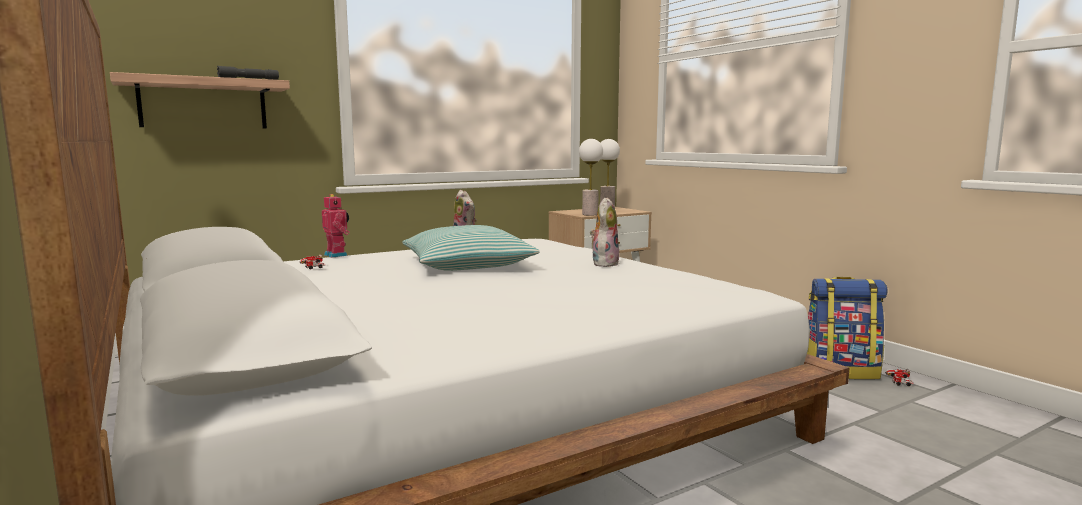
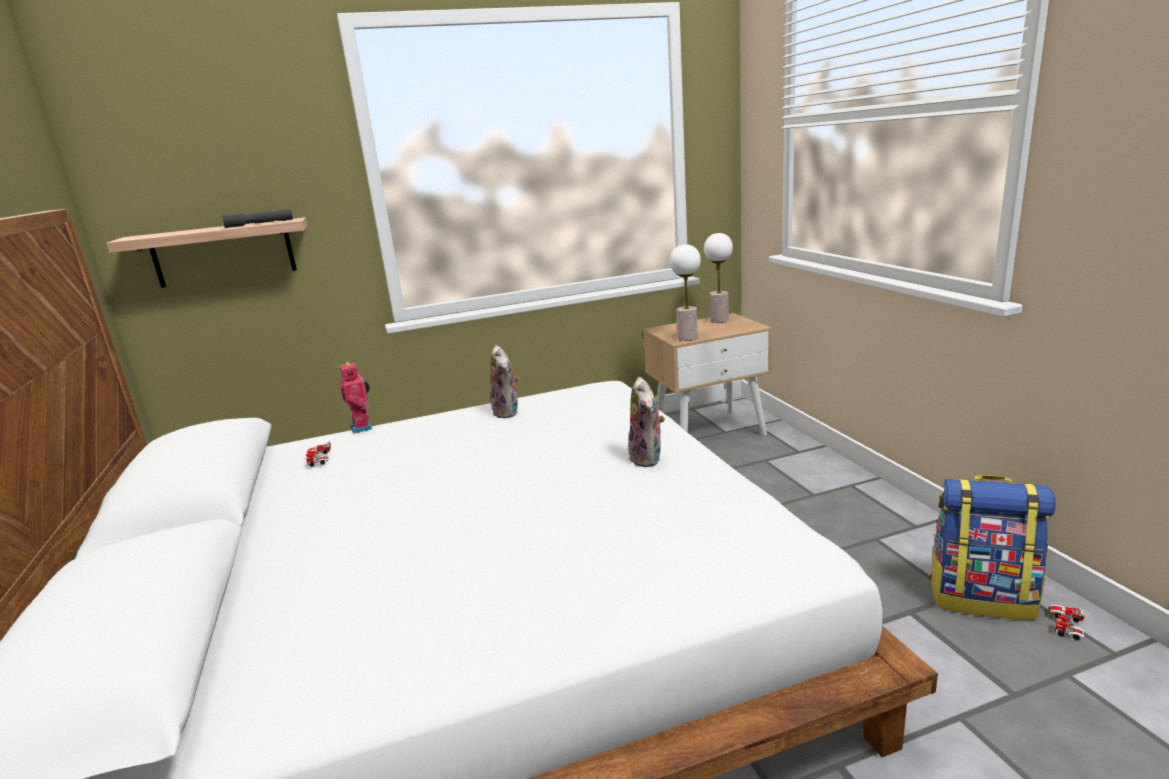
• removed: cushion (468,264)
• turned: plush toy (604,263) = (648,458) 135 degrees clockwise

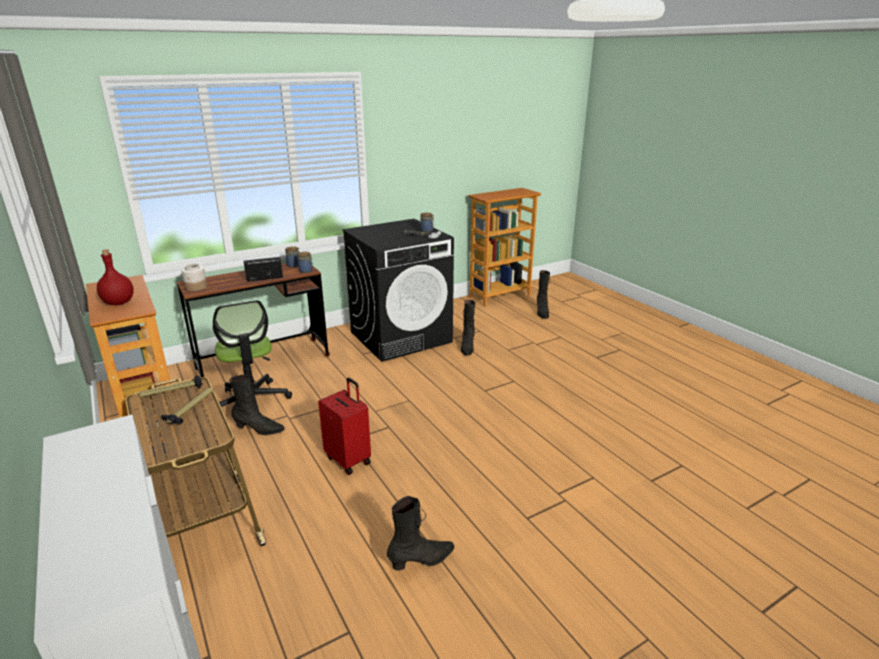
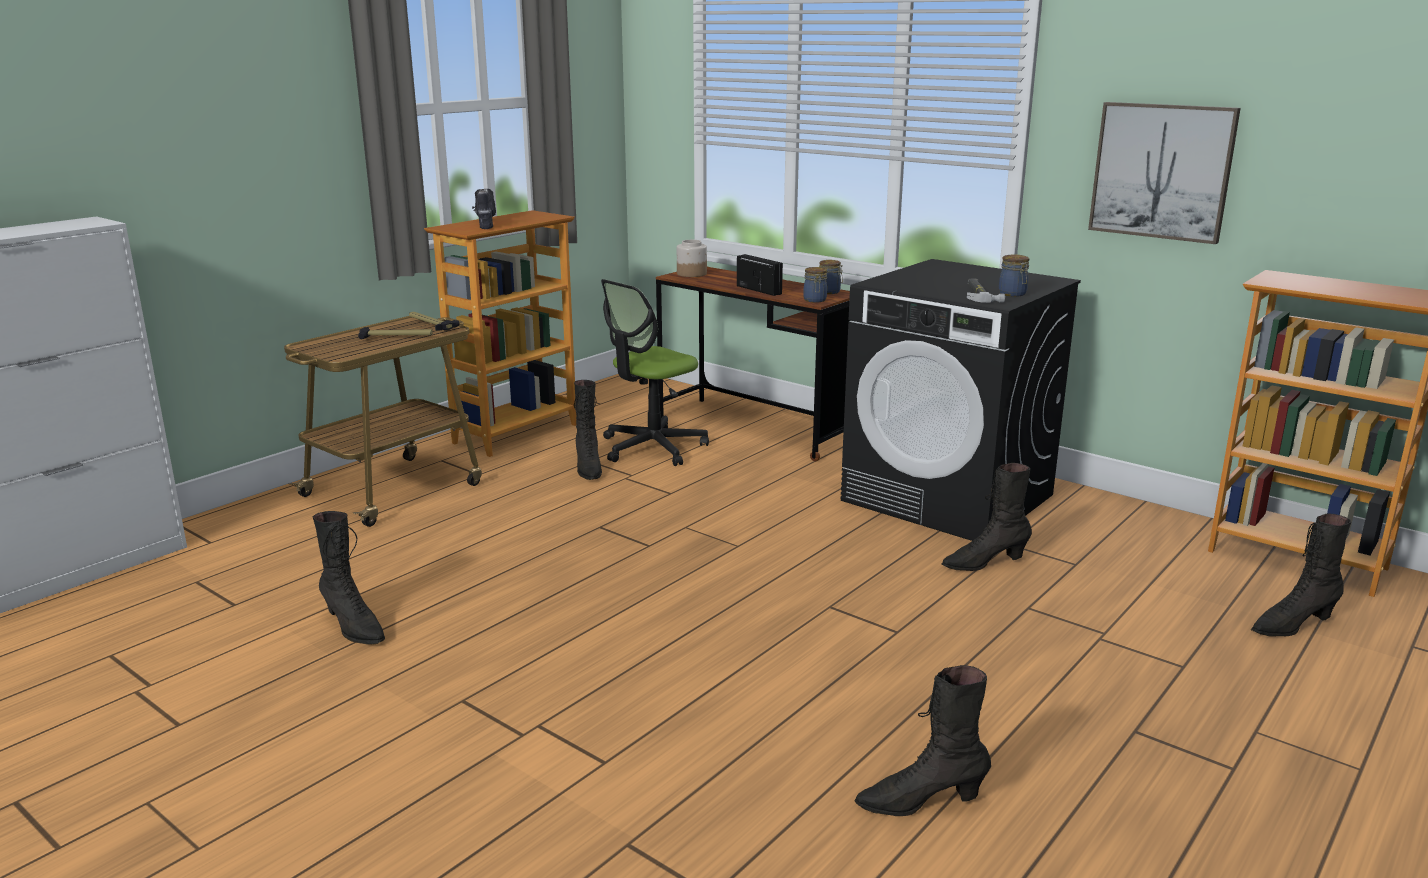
• removed: travel case/red (349,459)
• added: high-top boot/black-coloured (920,802)
• added: picture (1162,171)
• replaced: beverage bottle/red (119,303) to power drill (484,224)

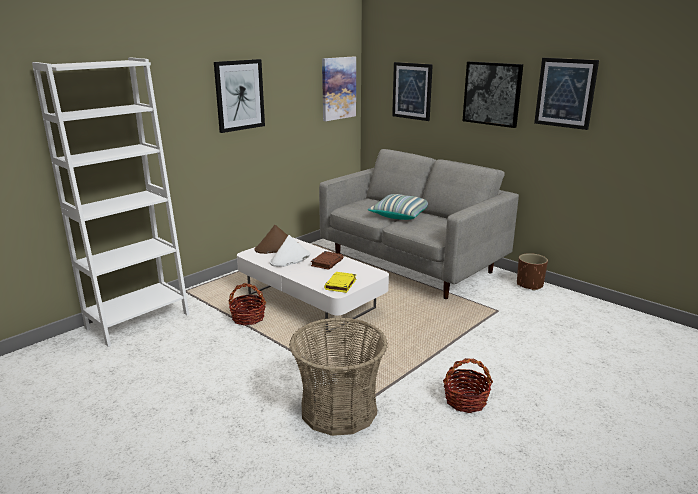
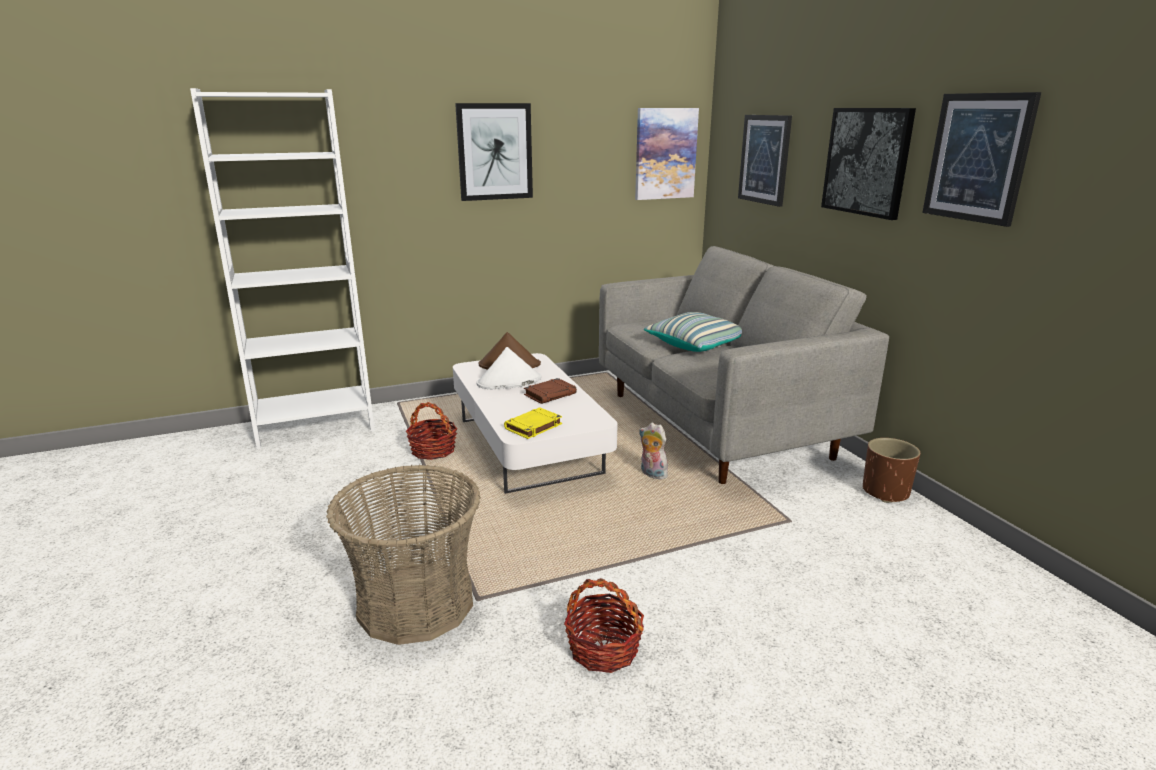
• added: plush toy (651,474)

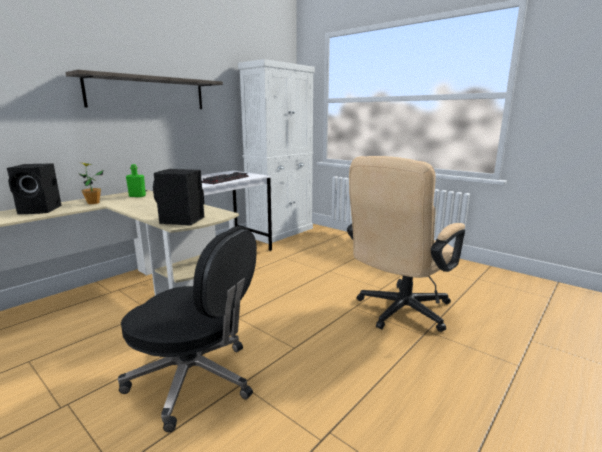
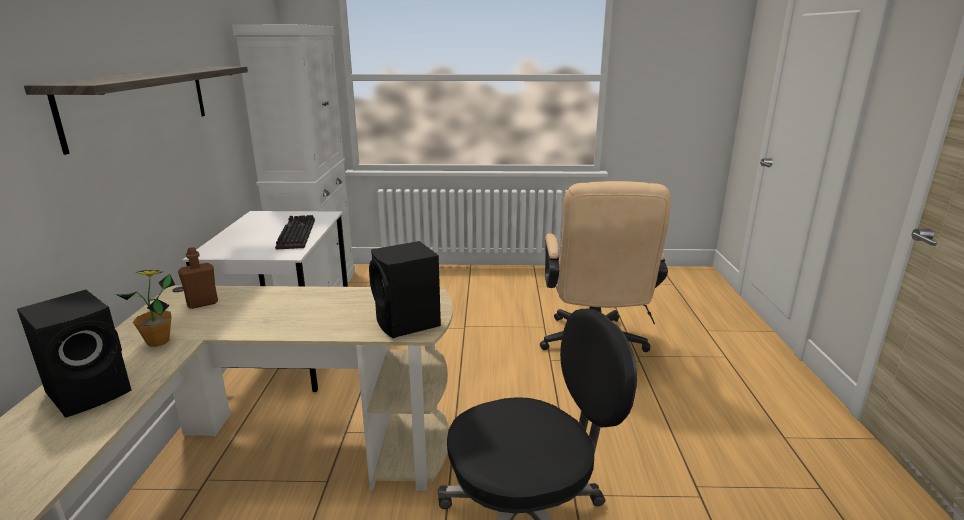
• recoloured: beverage bottle/greenish (137,196) to beverage bottle/brown-coloured (202,303)

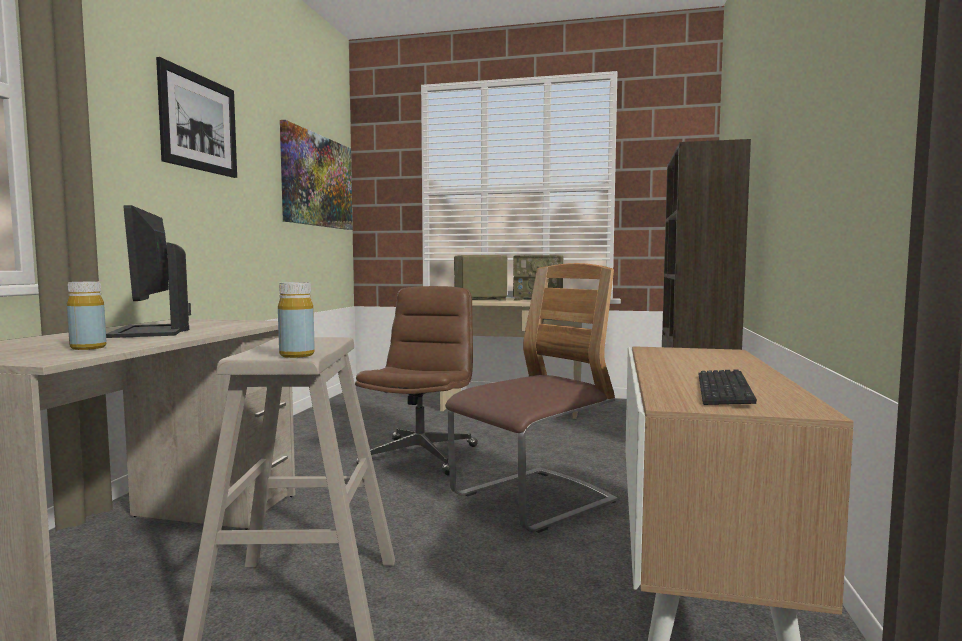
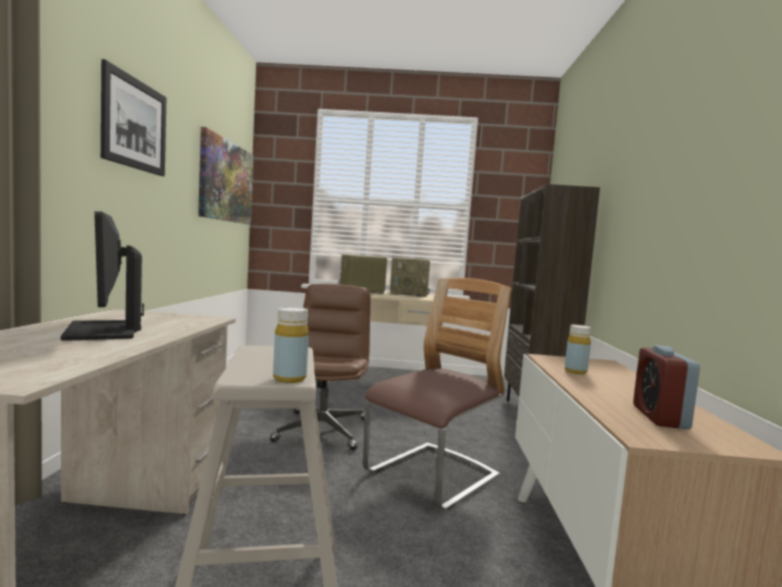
• moved: beverage bottle/yellowish (88,348) to (575,371)
• replaced: PC keyboard (723,390) to table clock (659,417)

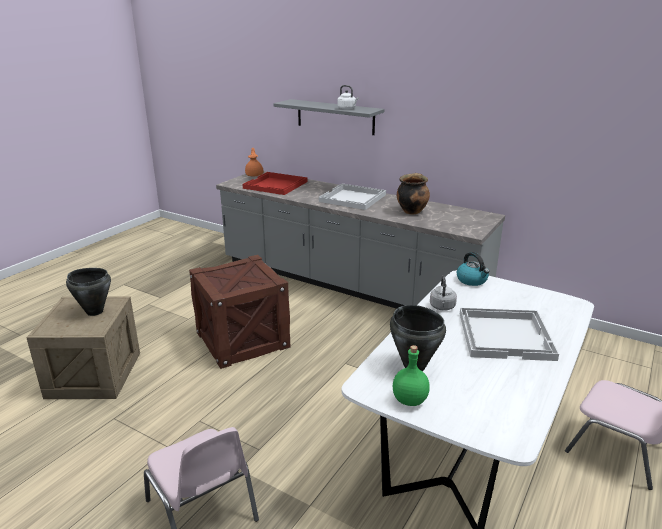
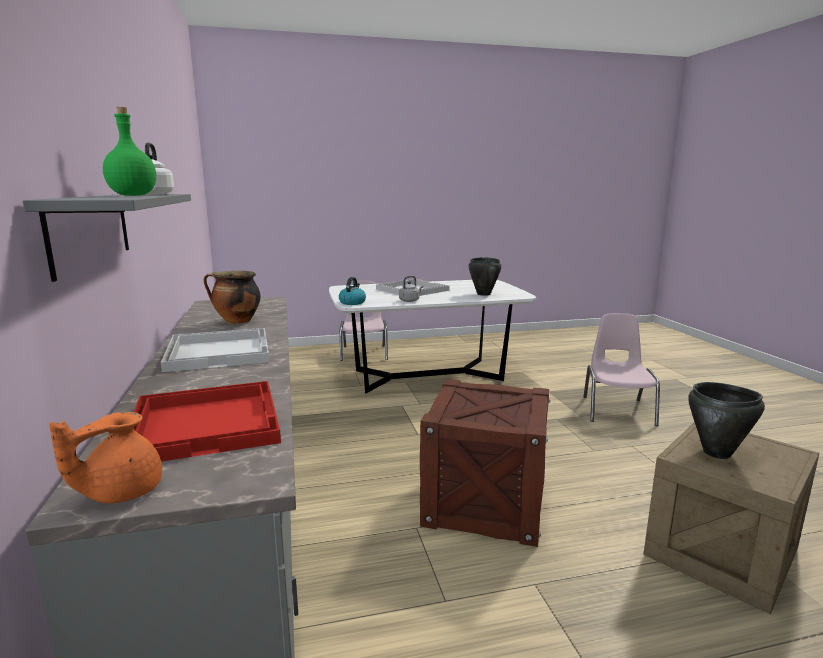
• moved: beverage bottle/greenish (409,400) to (134,195)

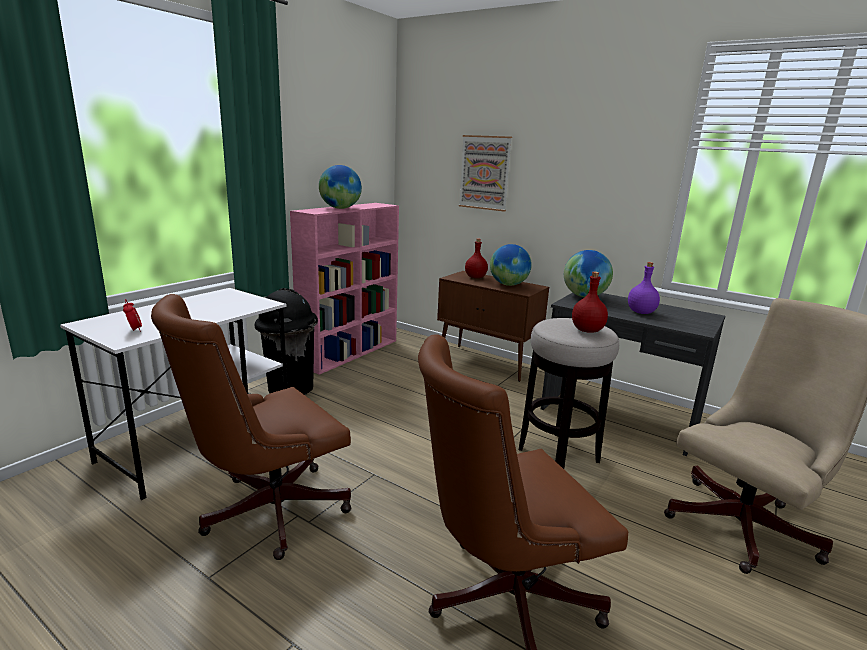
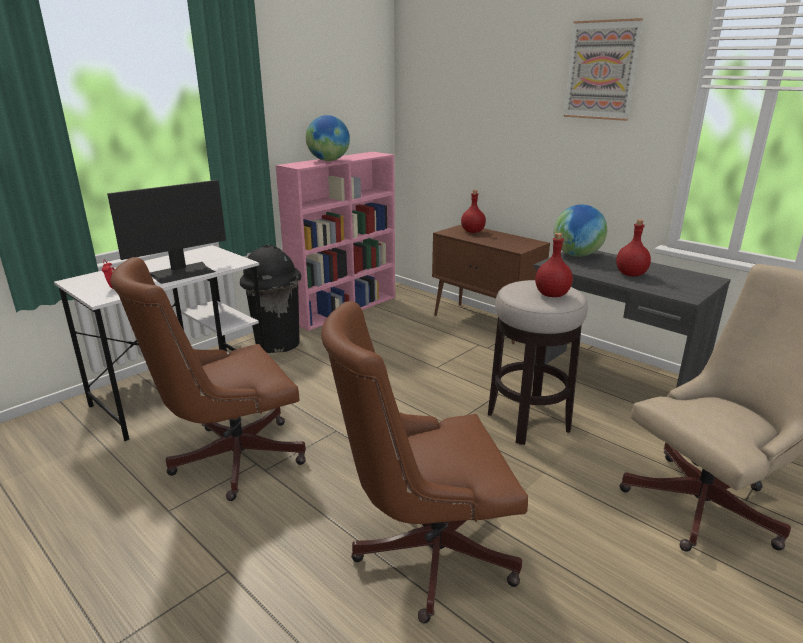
• removed: desk globe (508,285)
• added: monitor (182,272)
• moved: picture (485,173) to (601,70)
• recoloured: beverage bottle/purplish (641,312) to beverage bottle/red (630,274)

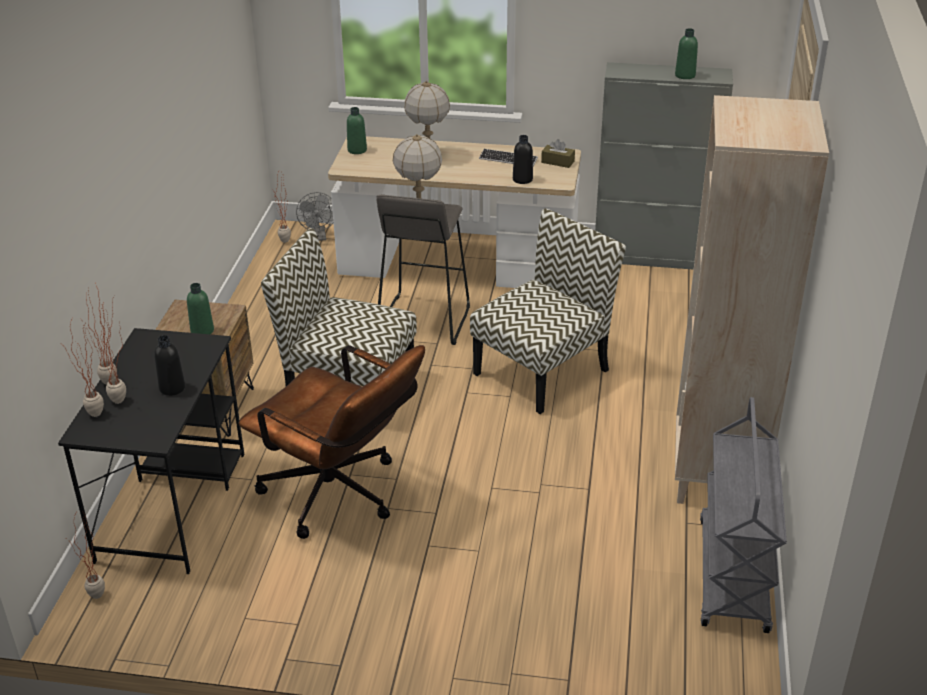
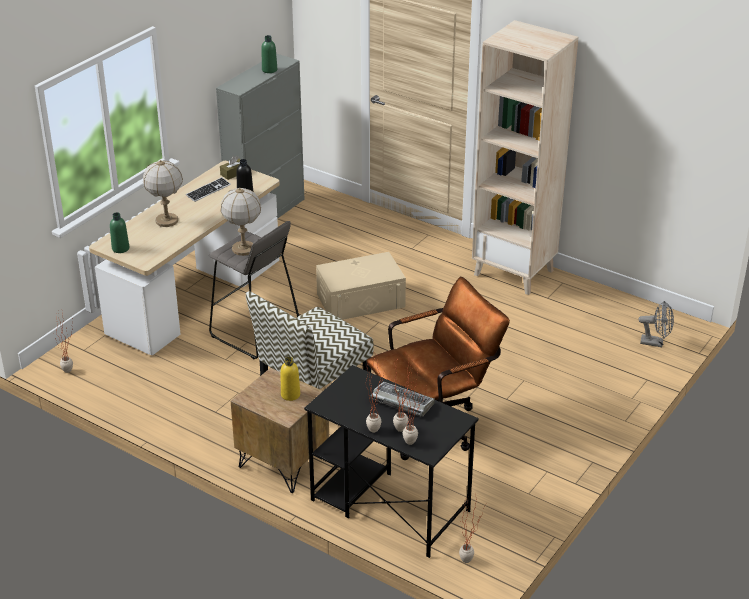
• removed: wheeled cart/gray (733,576)
• moved: electric fan/gray (319,237) to (655,342)
• replaced: beverage bottle/black-coloured (172,388) to PC keyboard (401,402)
• replaced: chair (542,370) to storage bin/beige-coloured (360,300)
• recoloured: beverage bottle/greenish (202,331) to beverage bottle/yellowish (290,395)

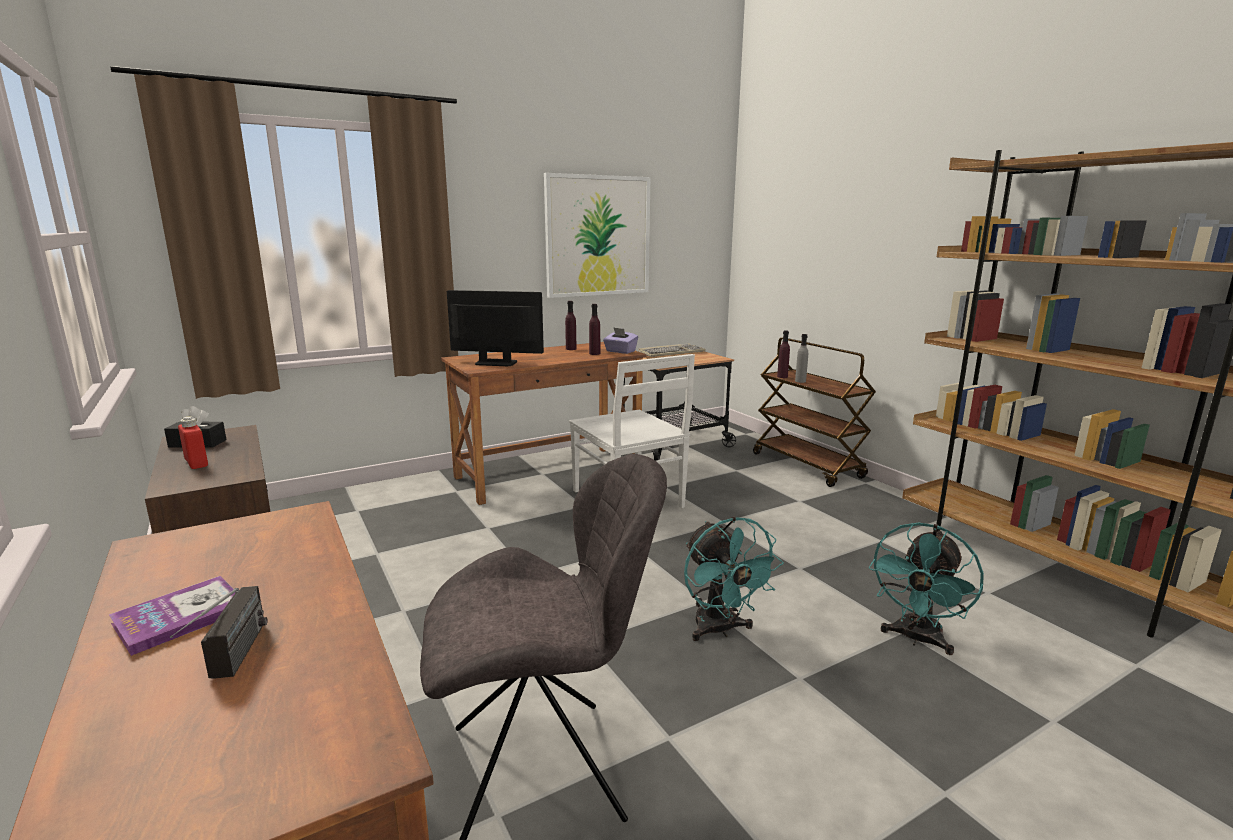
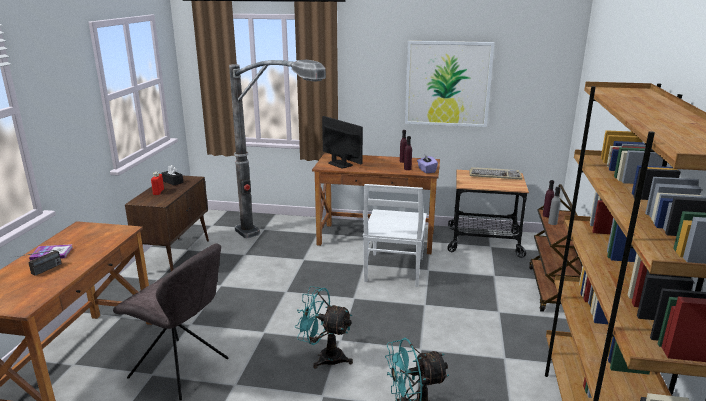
• added: standing lamp (279,256)
• turned: electric fan/turquoise (720,630) = (324,357) 90 degrees clockwise

